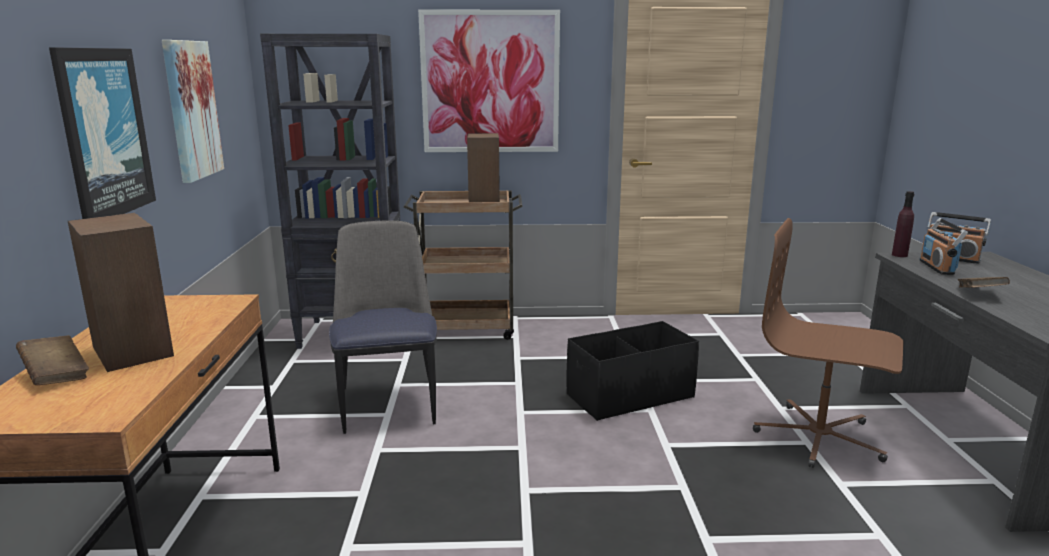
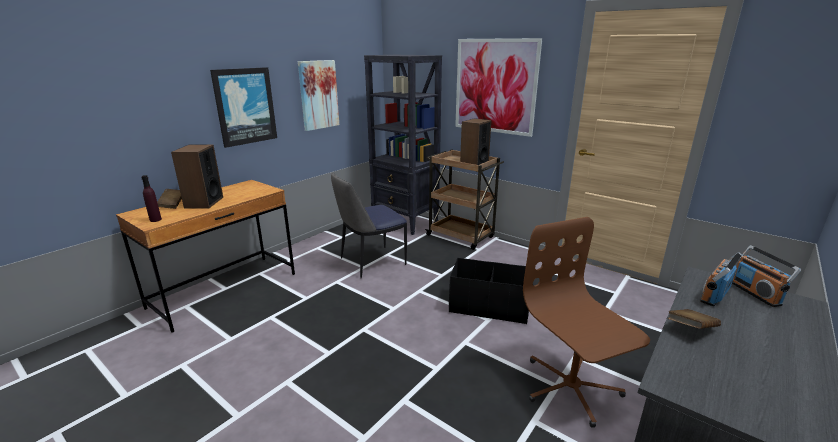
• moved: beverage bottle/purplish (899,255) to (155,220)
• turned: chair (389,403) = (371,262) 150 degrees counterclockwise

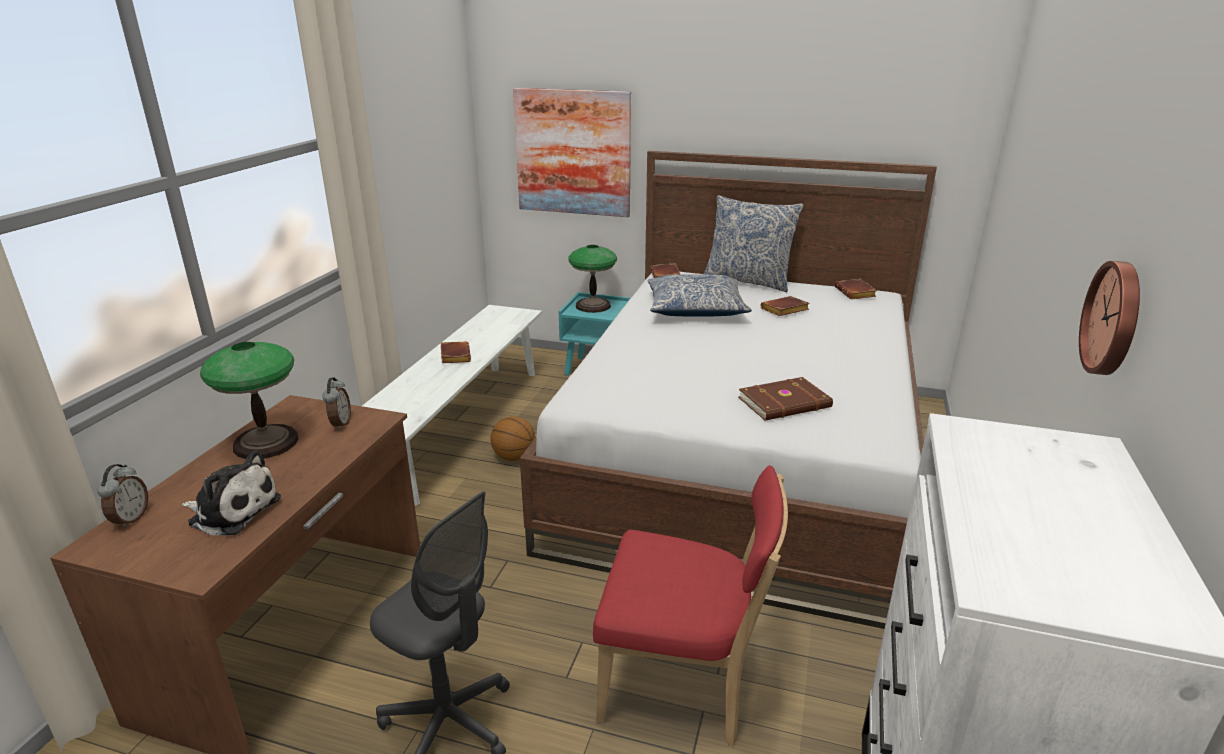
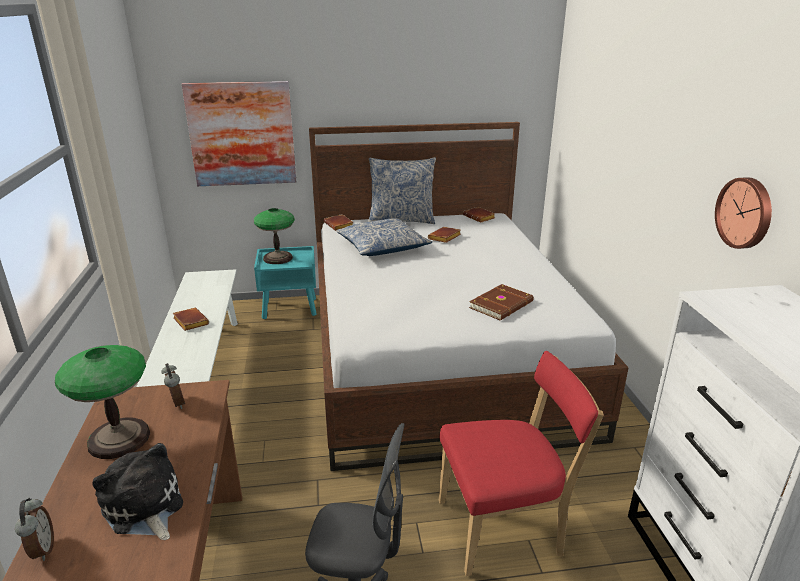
• removed: basketball ball (514,457)
• turned: plush toy (232,510) = (144,508) 120 degrees counterclockwise

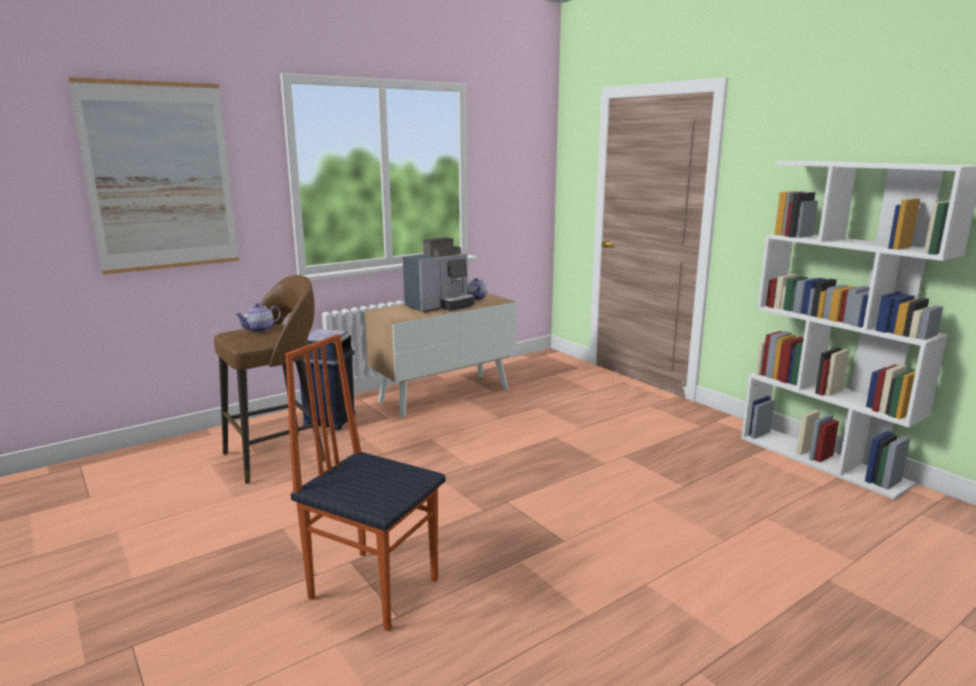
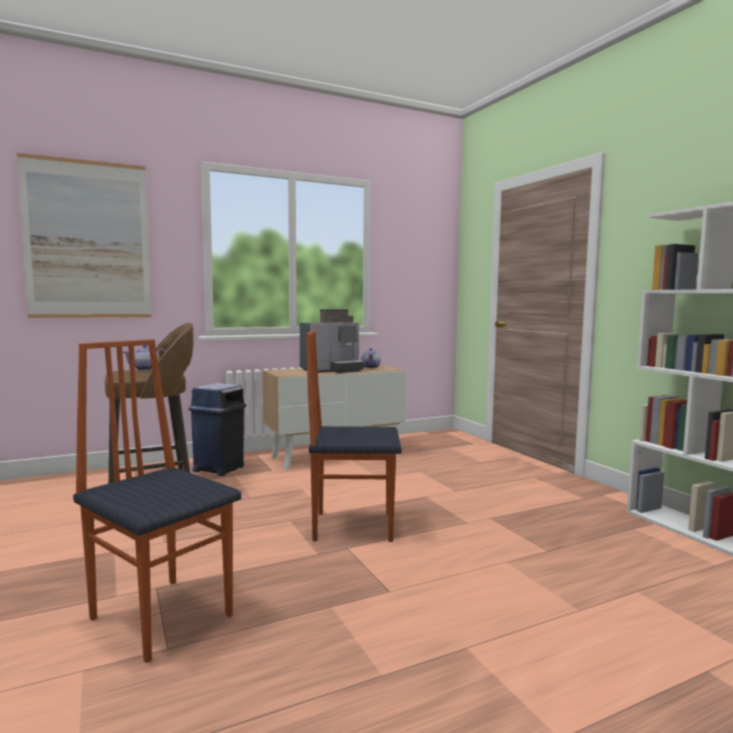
• added: chair (352,526)

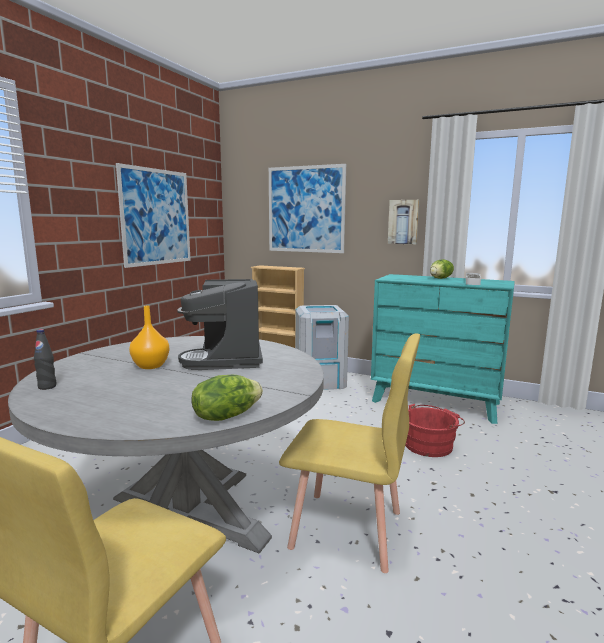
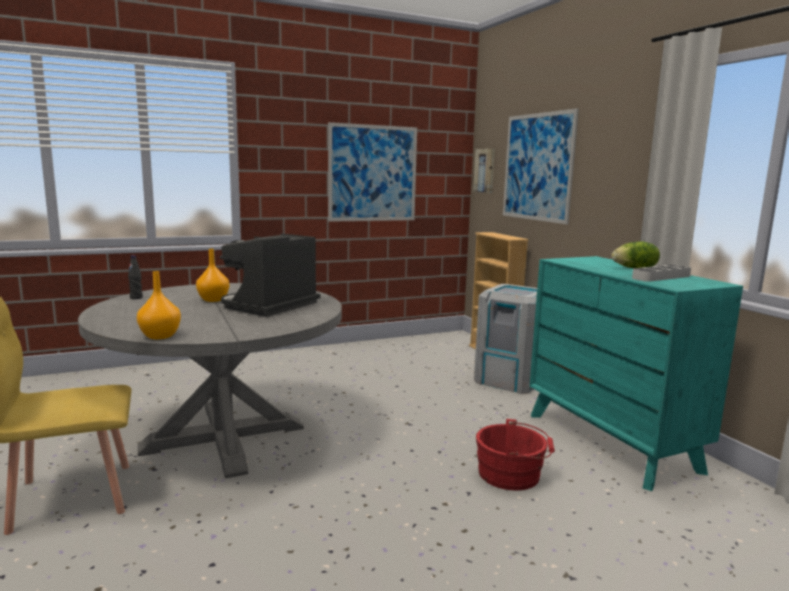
• removed: chair/yellowish (348,530)
• moved: picture (403,222) to (485,170)
• replaced: lettuce head (226,416) to vase/orange (160,336)

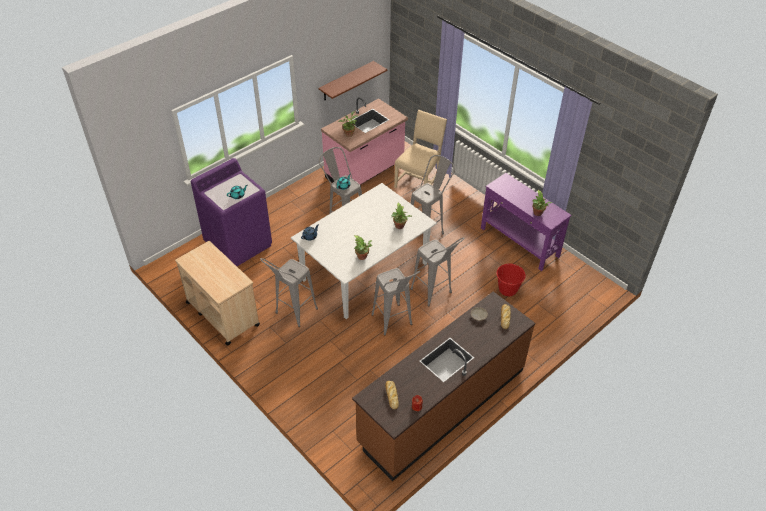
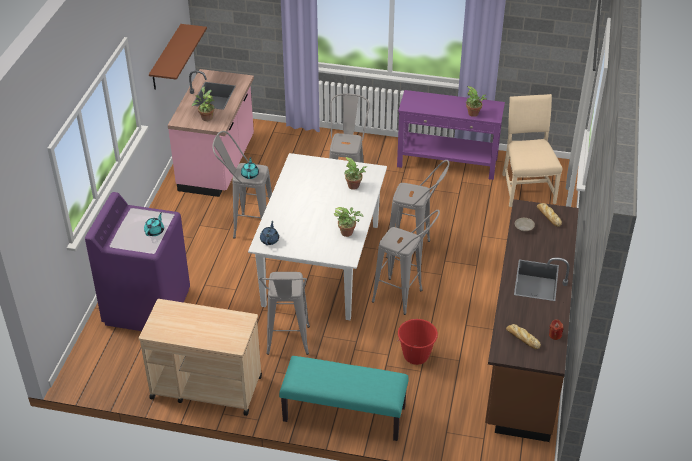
• added: bench/turquoise (343,415)
• moved: chair/beige-coloured (419,181) to (526,187)
• moved: pail/red (508,290) to (416,356)

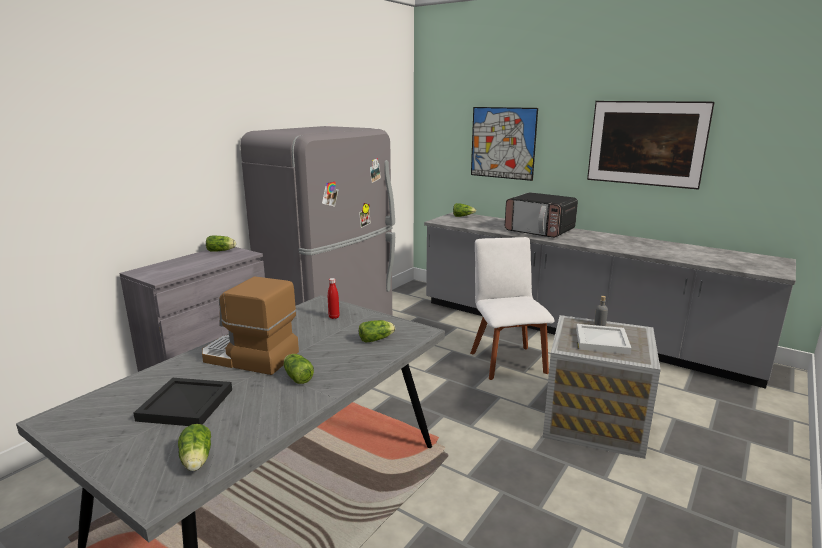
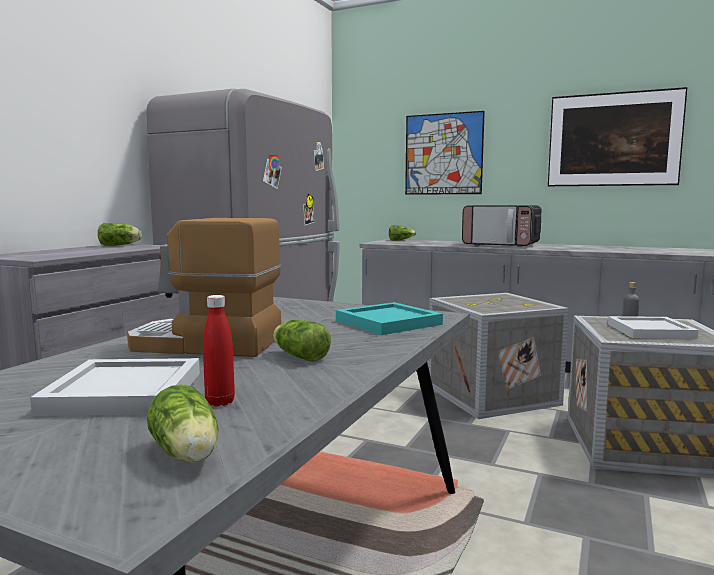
• moved: beverage bottle/red (334,317) to (220,402)
• replaced: lettuce head (377,339) to serving tray/turquoise (386,322)
• replaced: chair/white (507,361) to packing crate (492,394)
• recoloured: serving tray/black-coloured (184,405) to serving tray/white (122,393)

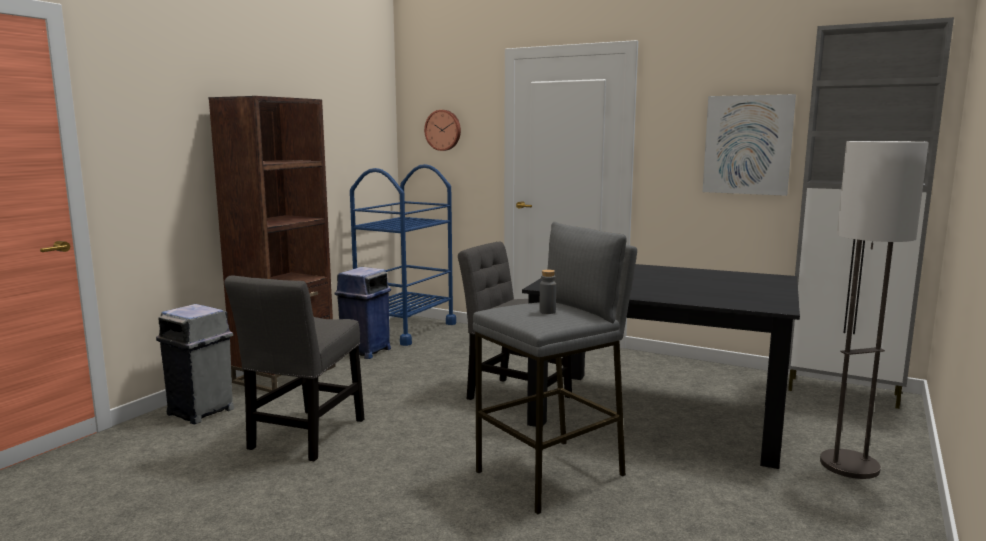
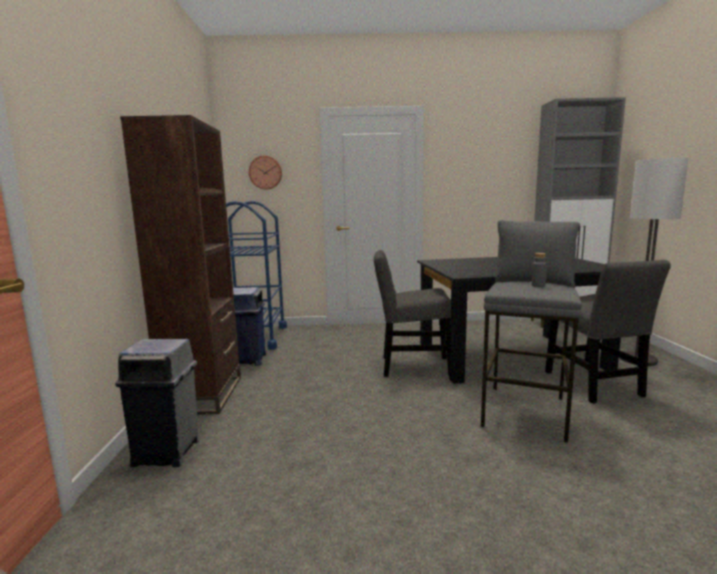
• removed: picture (747,145)
• moved: chair/gray (305,437) to (594,386)

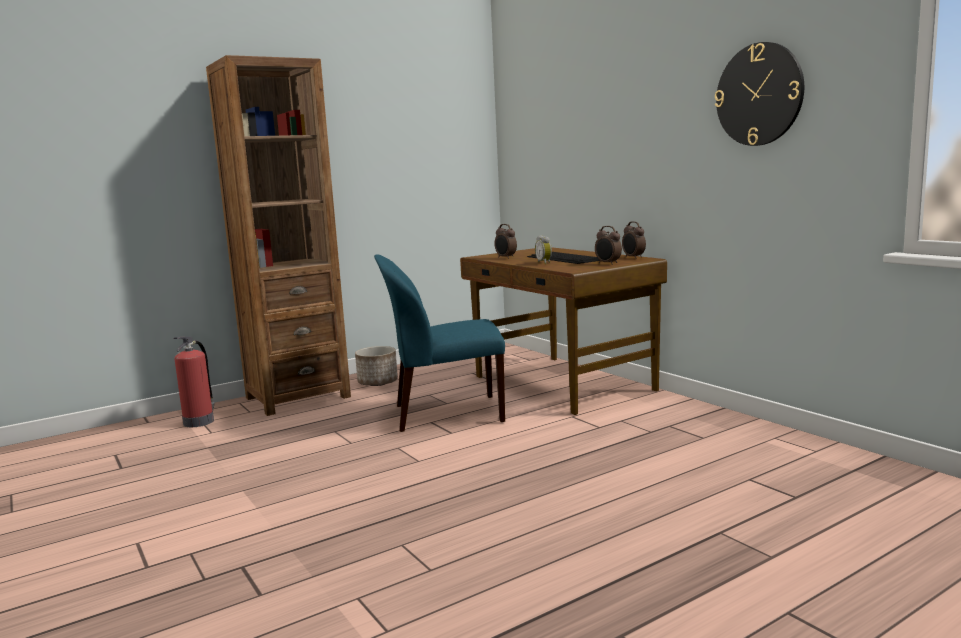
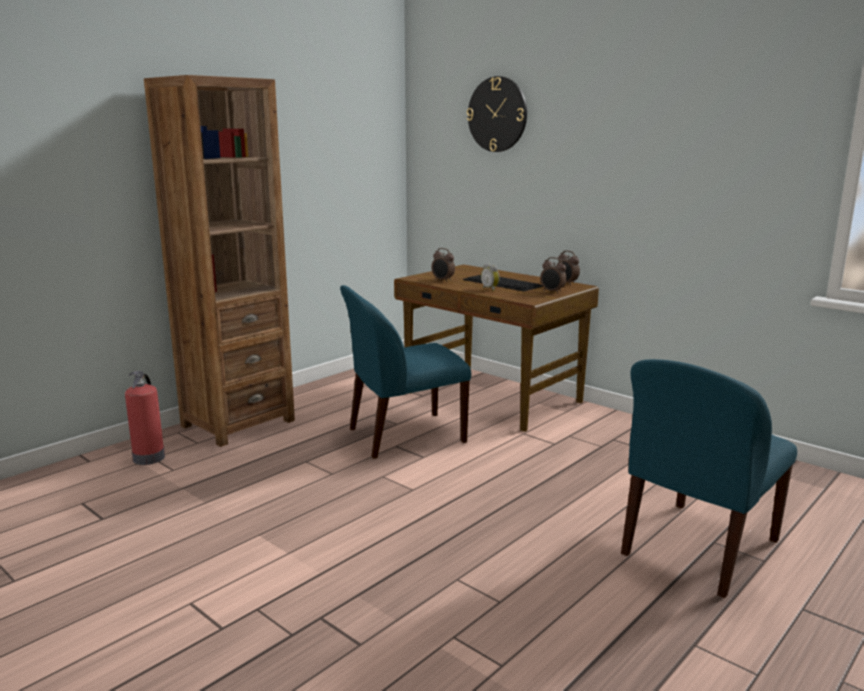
• removed: planter (378,382)
• added: chair/blue (697,549)
• moved: wall clock (759,94) to (497,114)

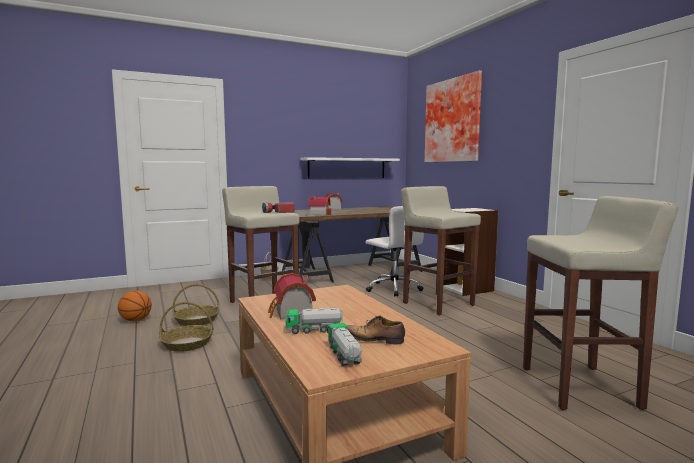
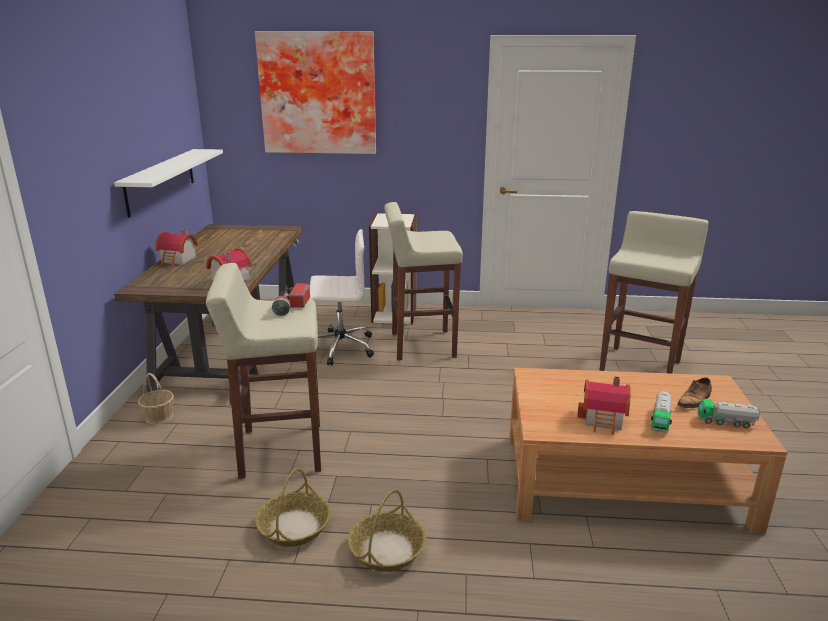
• removed: basketball ball (136,320)

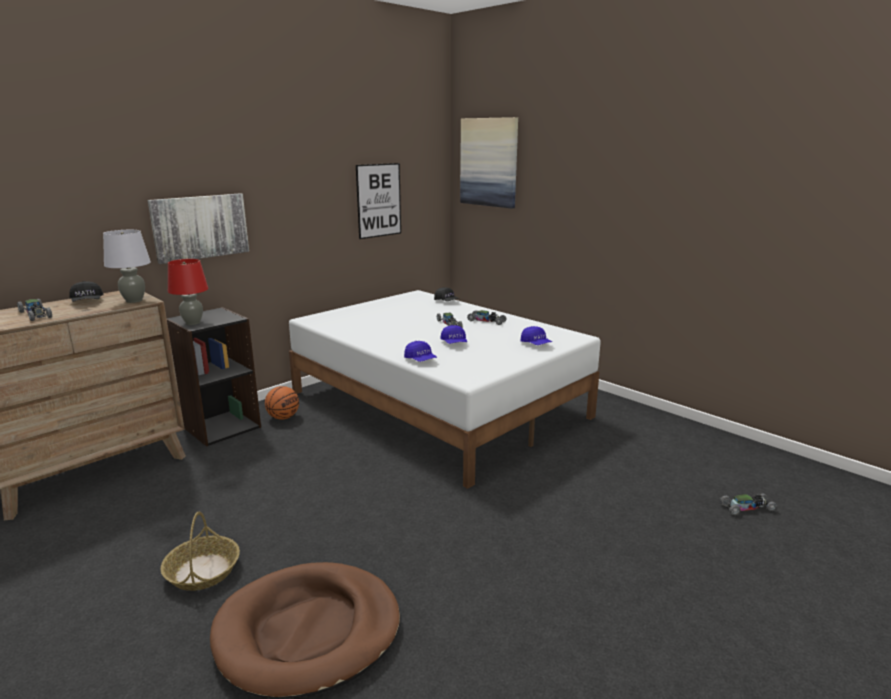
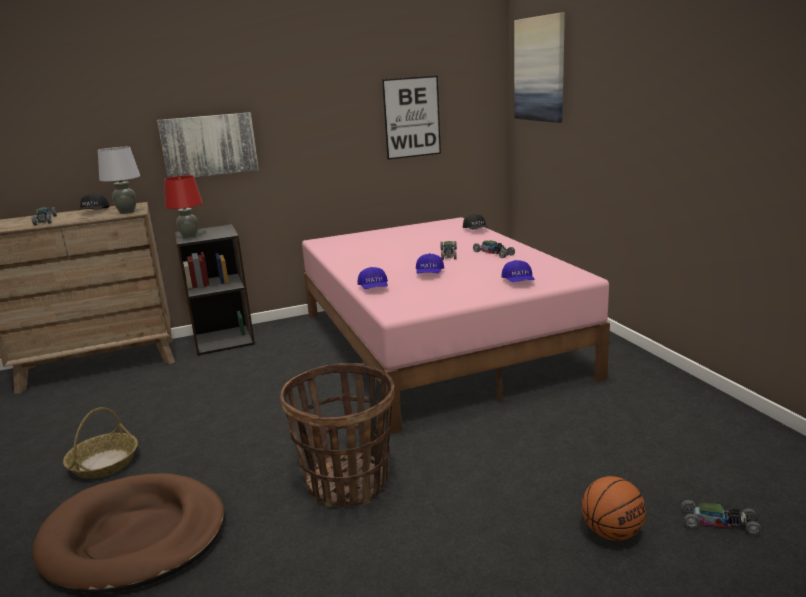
• added: storage basket (347,483)
• moved: basketball ball (283,417) to (612,533)
• recoloured: bedroom bed/white (438,404) to bedroom bed/pinkish (437,343)

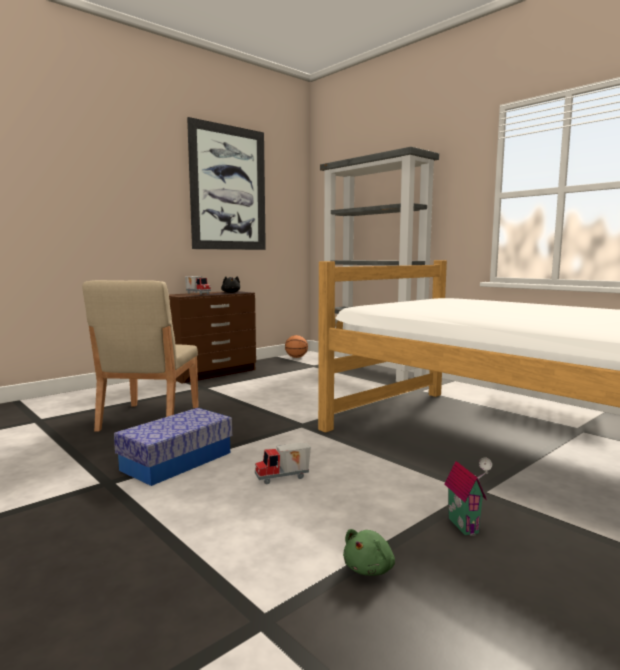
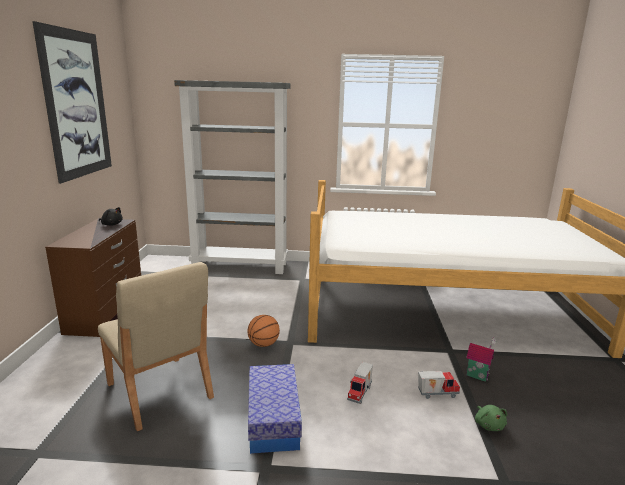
• moved: model truck (198,293) to (436,393)
• moved: basketball ball (296,357) to (263,344)

